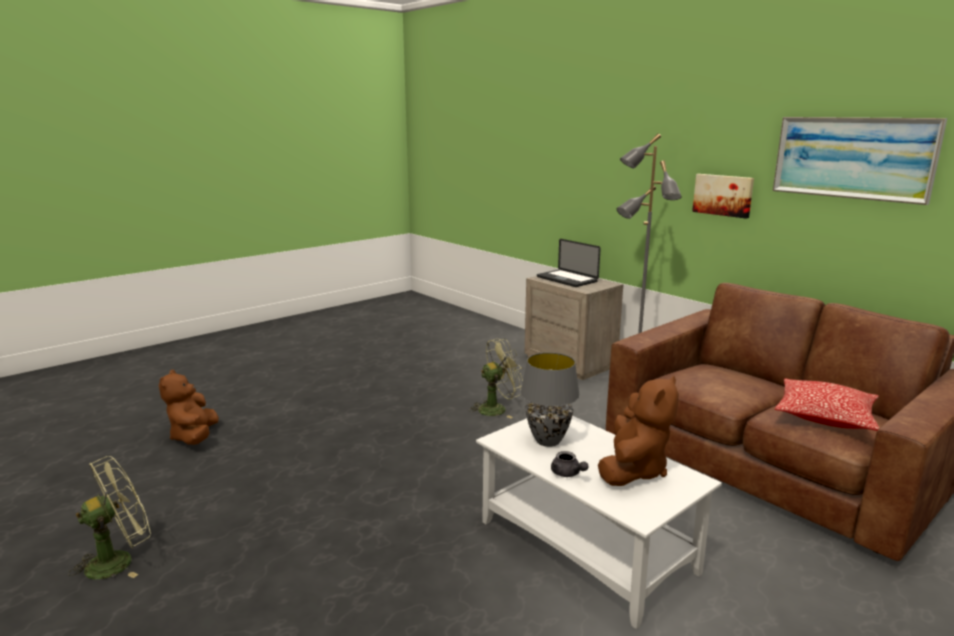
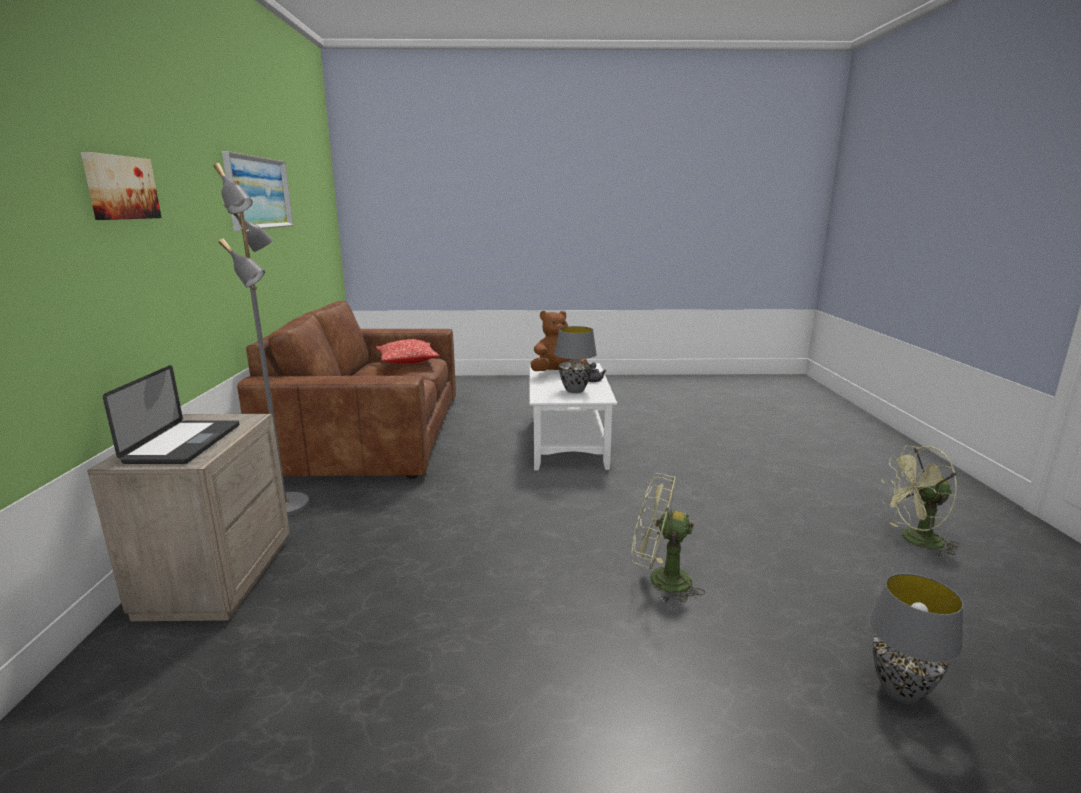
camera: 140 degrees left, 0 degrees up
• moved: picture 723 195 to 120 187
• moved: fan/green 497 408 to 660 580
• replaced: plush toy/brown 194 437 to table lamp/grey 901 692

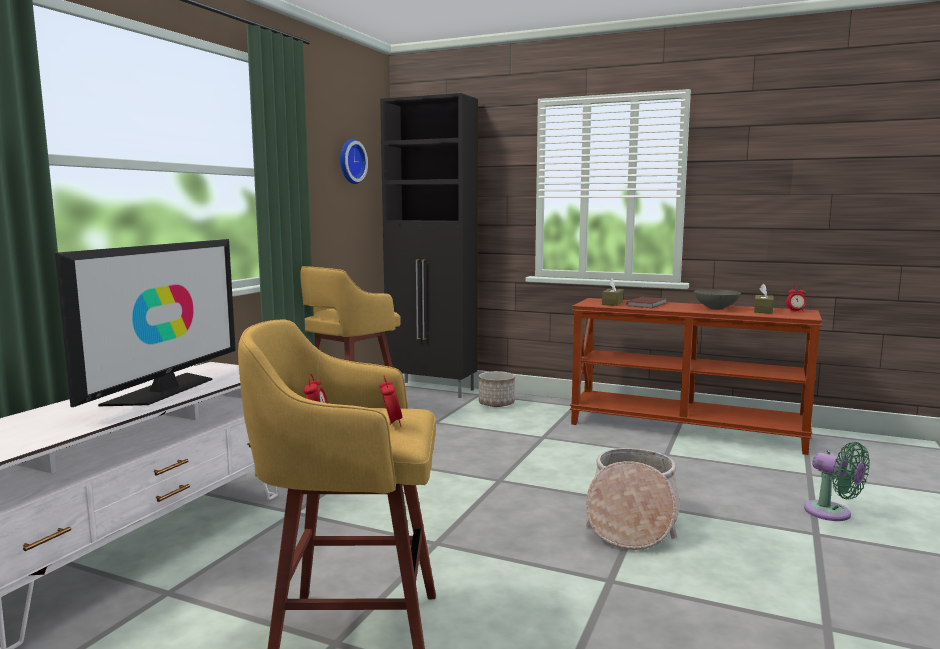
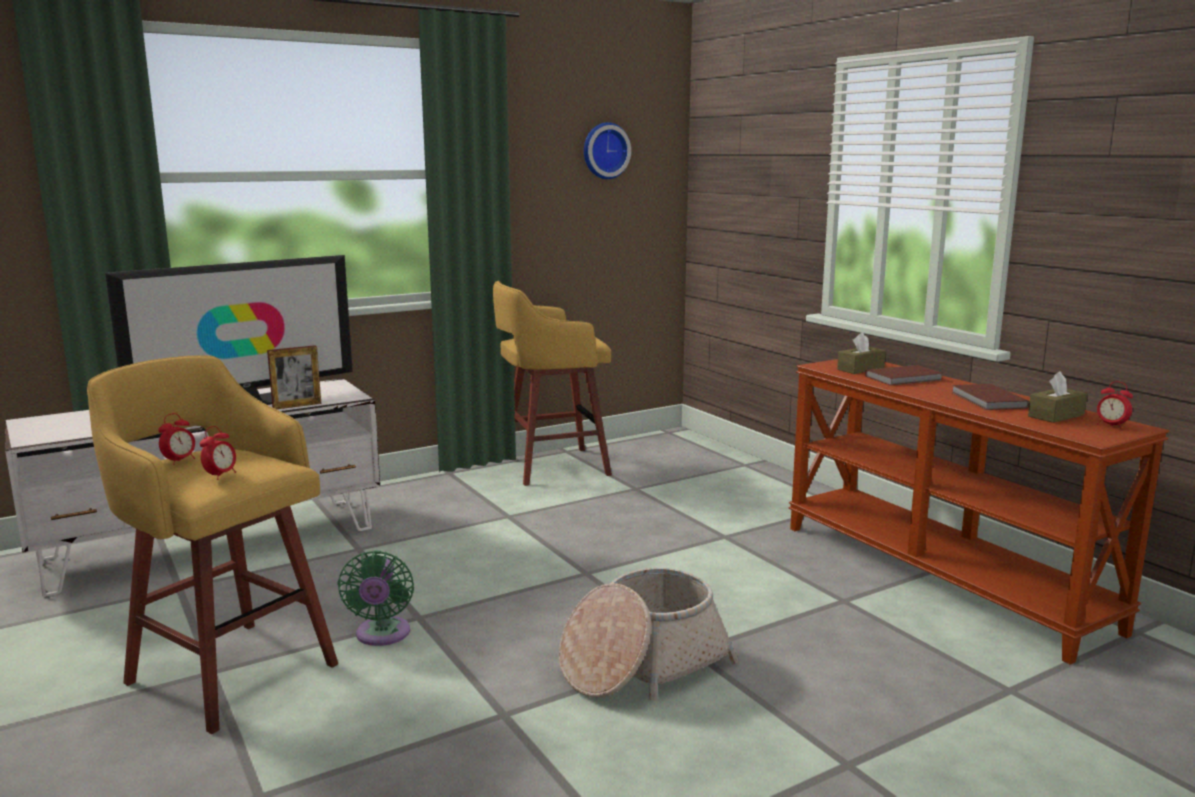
camera: 35 degrees right, 5 degrees up
• added: picture frame 297 406
• moved: fan/green 832 513 to 382 635
• replaced: bowl/grey 716 308 to book/brown 987 400
• removed: cabinet/black 432 390
• removed: planter 496 404

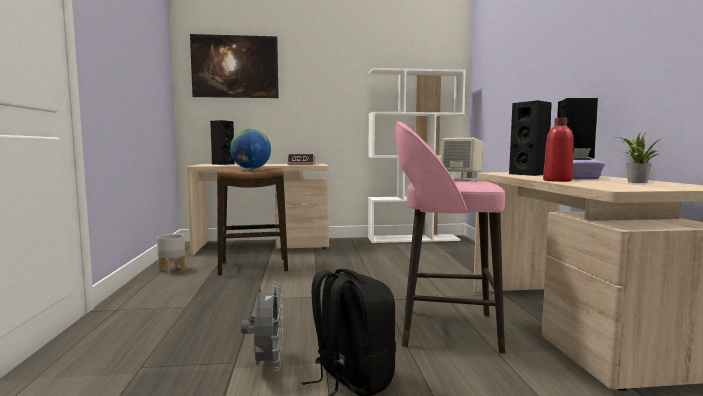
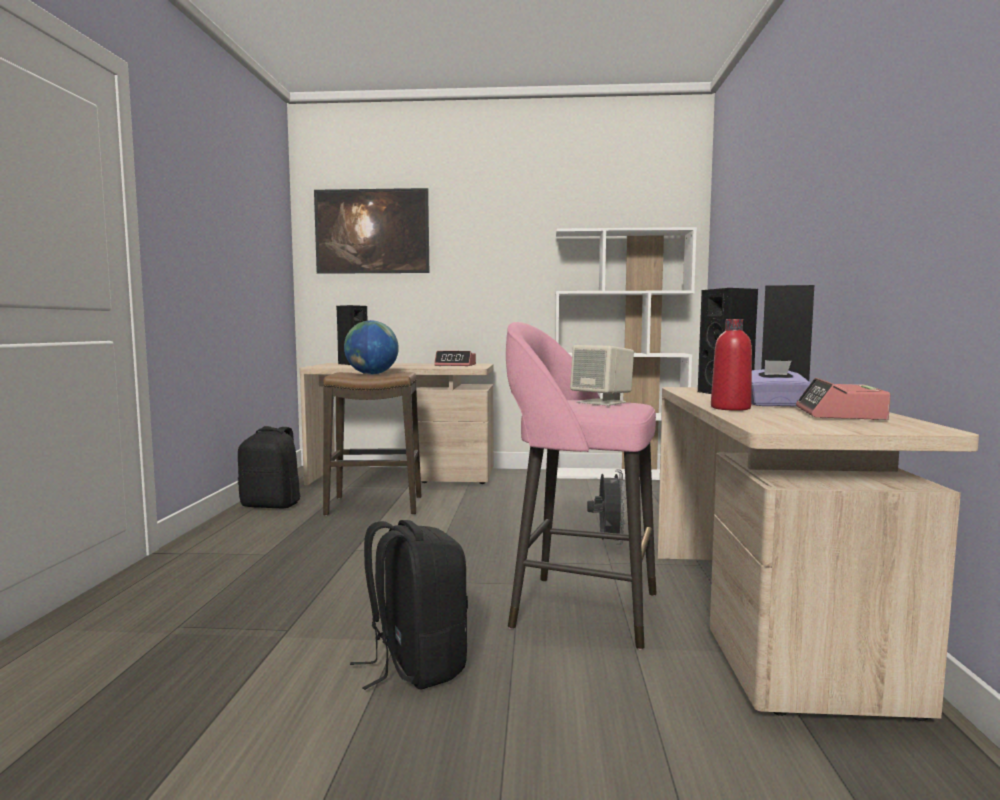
camera: 10 degrees right, 0 degrees up
• replaced: planter/grey 172 270 to backpack/black 272 505
• moved: fan/grey 267 365 to 608 542
• replaced: potted plant 634 182 to alarm clock 839 414

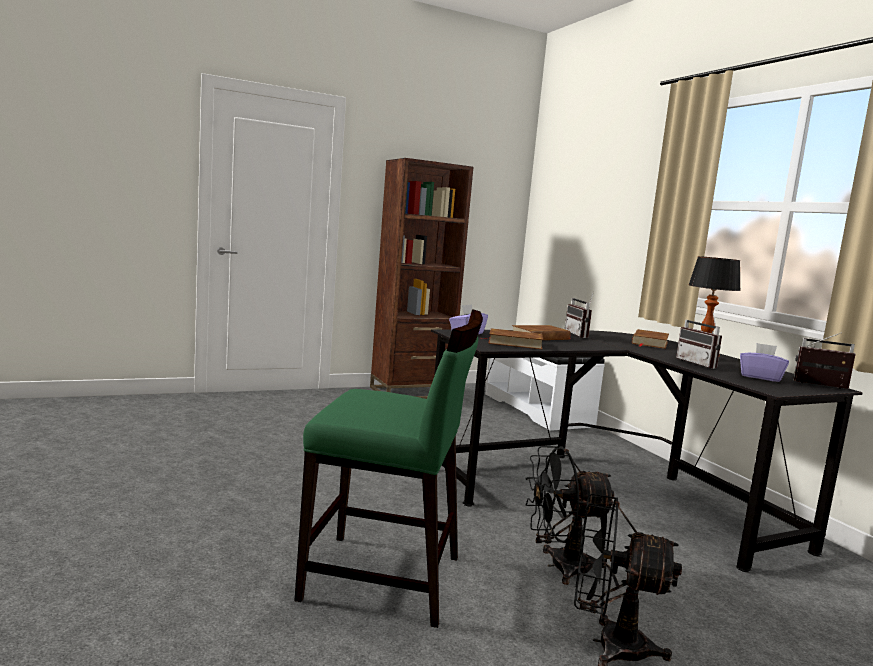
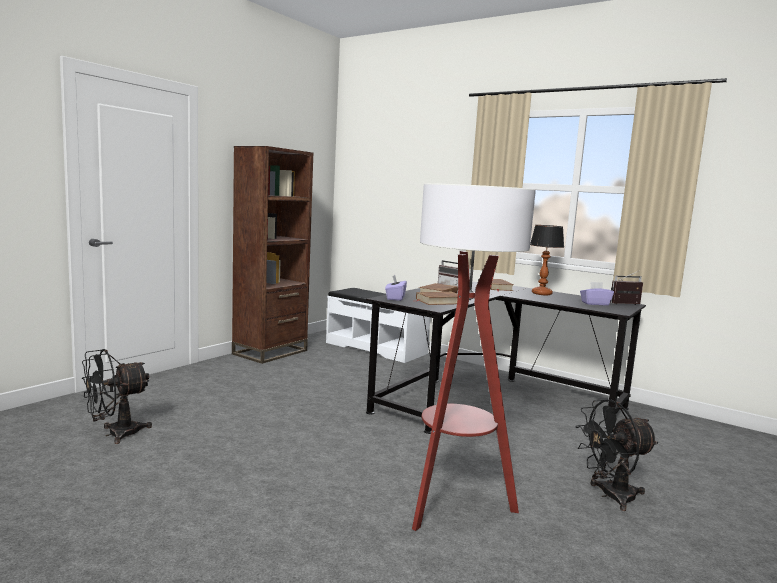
camera: 30 degrees left, 0 degrees up
• moved: fan/black 559 566 to 115 434
• replaced: chair/green 384 578 to floor lamp 452 502
• removed: radio 700 364

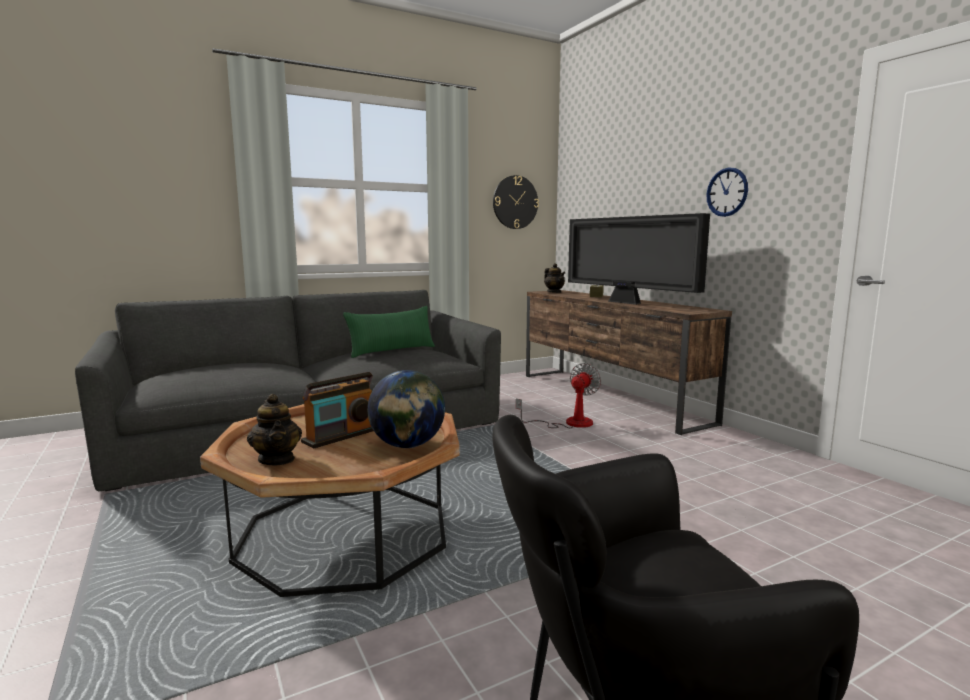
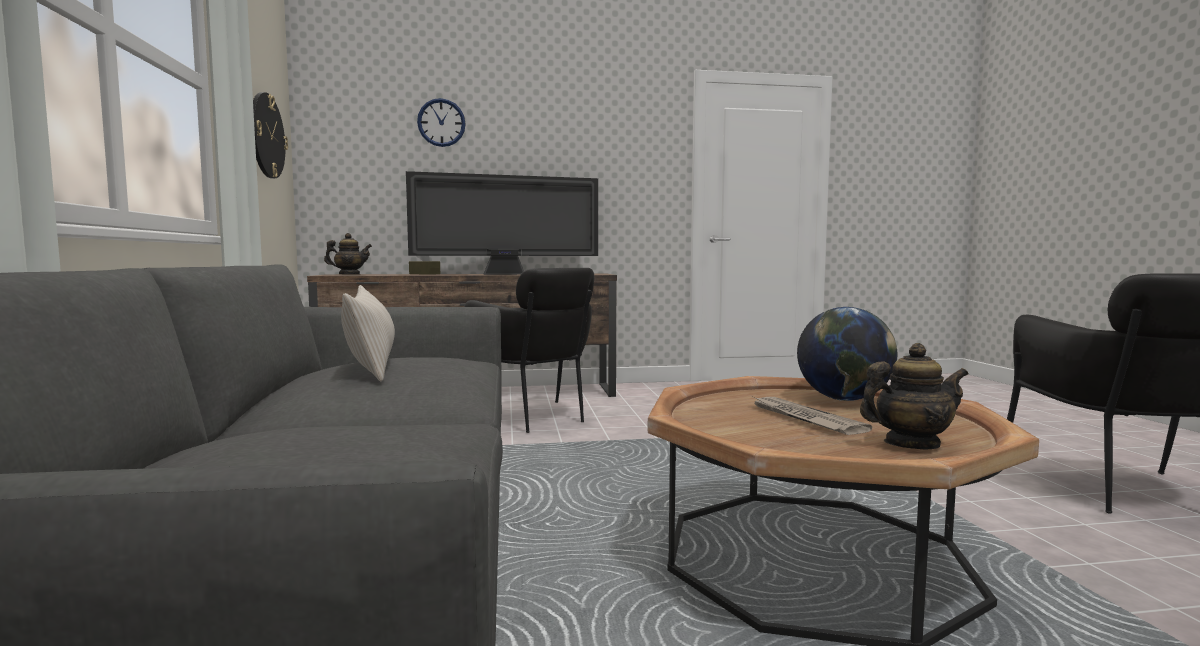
camera: 70 degrees left, 5 degrees down
• recoloured: pillow/green 392 351 to pillow/beige 371 366
• moved: wall clock 727 192 to 441 122
• replaced: fan 569 423 to armchair/black 535 419
• replaced: radio 341 436 to newspaper 804 418

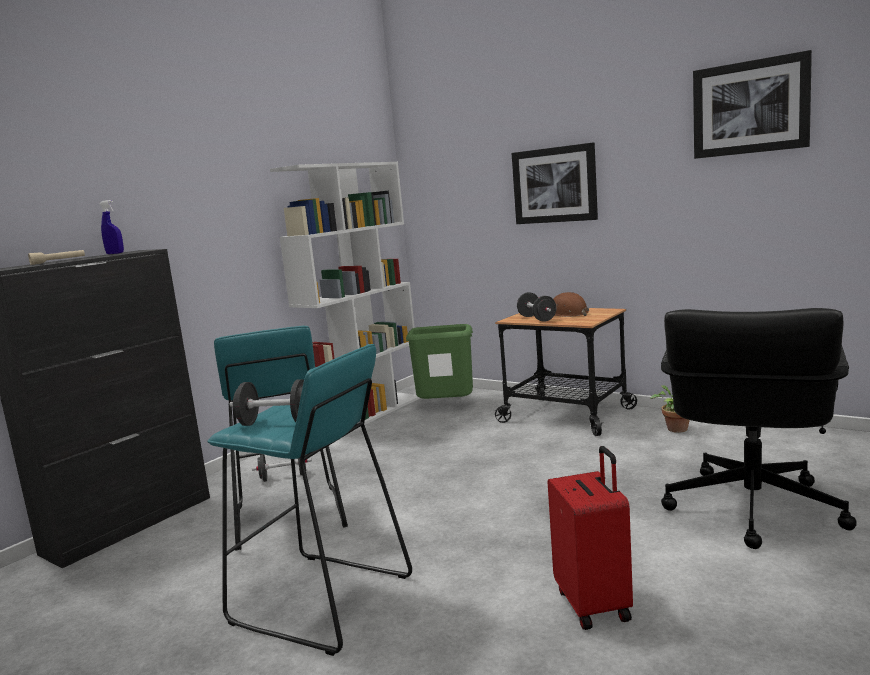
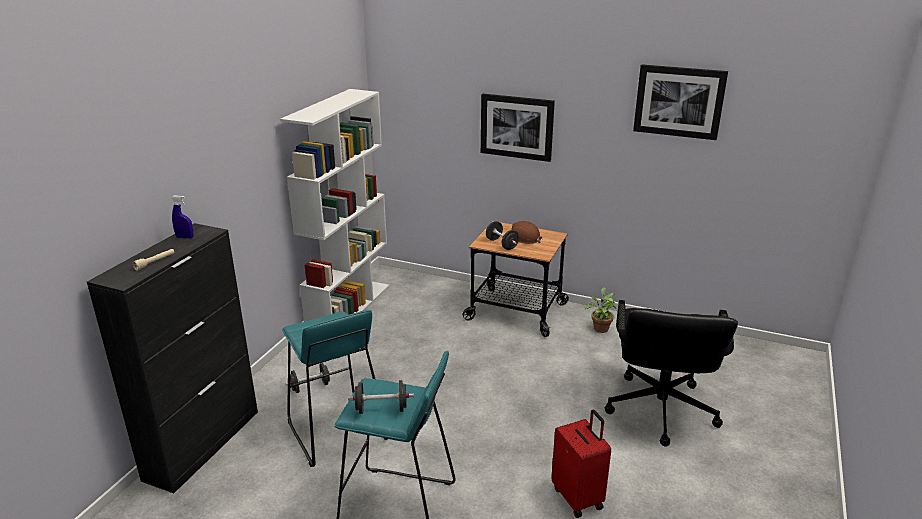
camera: 15 degrees left, 15 degrees up
• removed: trash can/green 446 408

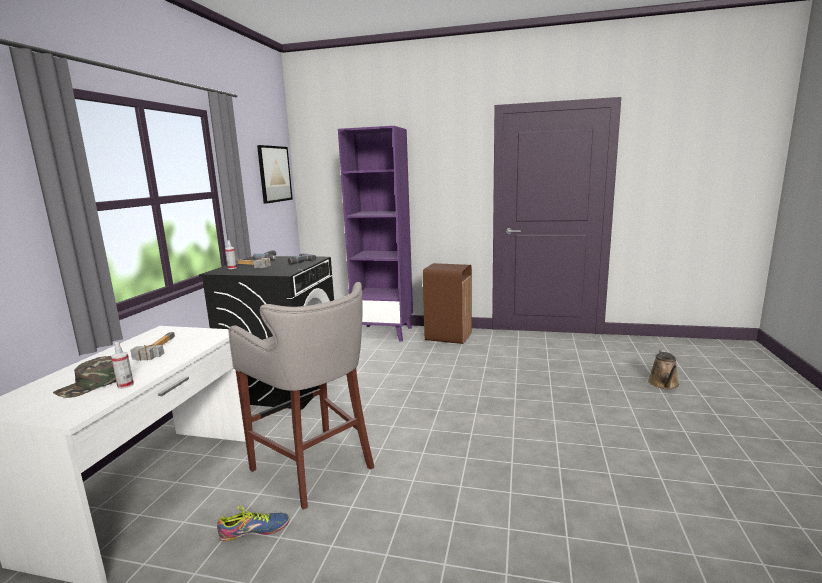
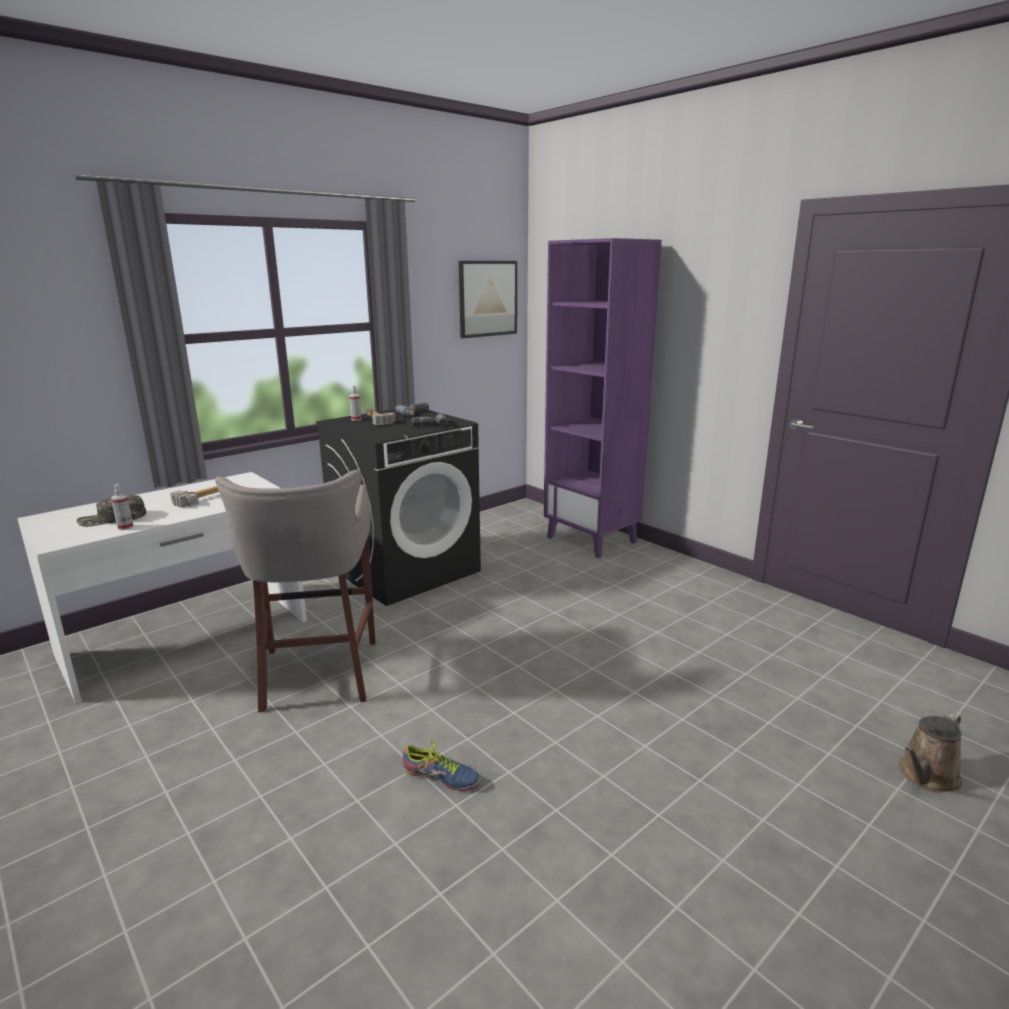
camera: 35 degrees right, 5 degrees up
• moved: shoe 254 530 to 441 776
• removed: trash can/brown 448 337

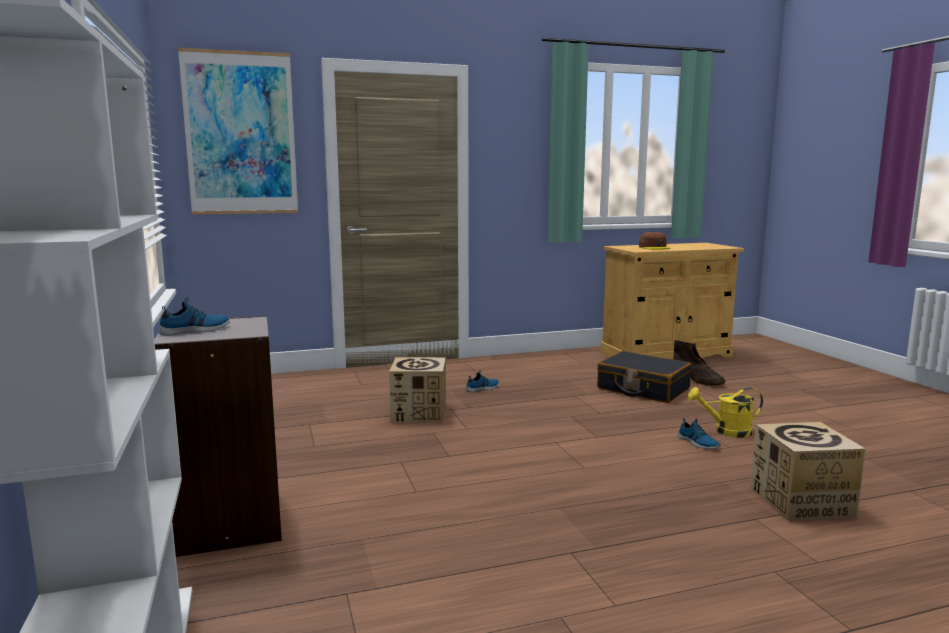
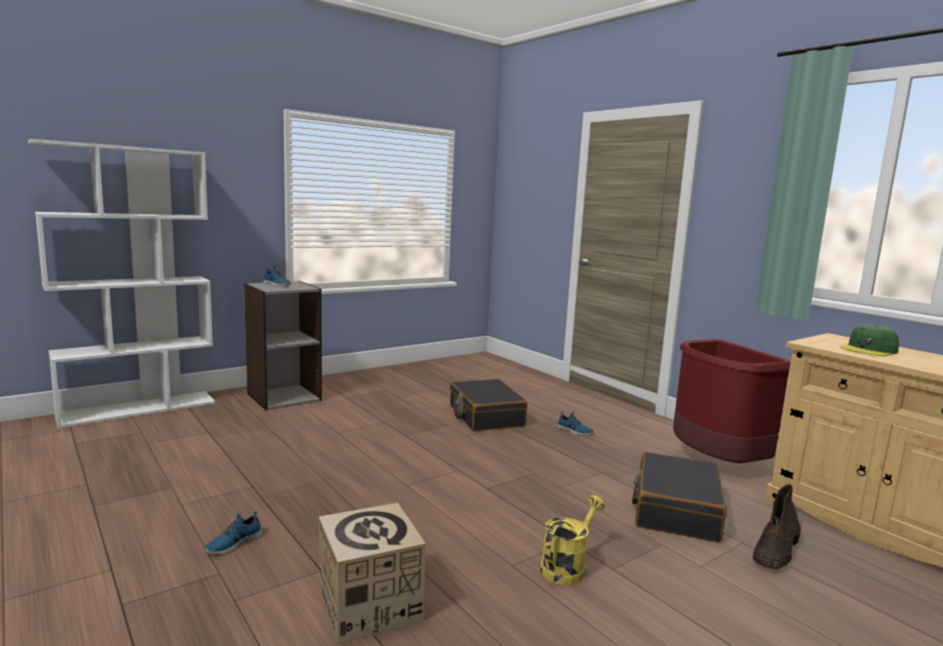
camera: 70 degrees right, 0 degrees up
• moved: shoe 697 443 to 233 543
• replaced: cardboard box 419 413 to suitcase/black 485 416
• turned: watering can/yellow 727 431 = 567 566 60 degrees clockwise
• added: trash can/red 715 462
• recoloured: cap/brown 654 247 to cap/green 869 350
• removed: picture 240 134

